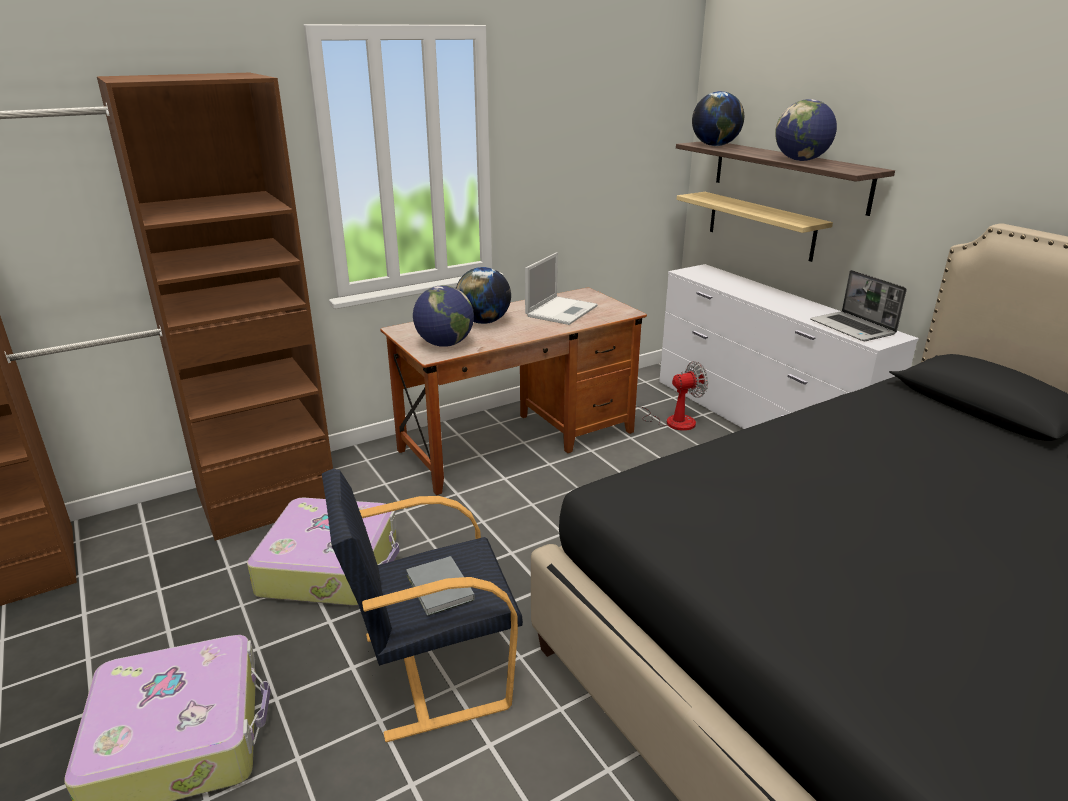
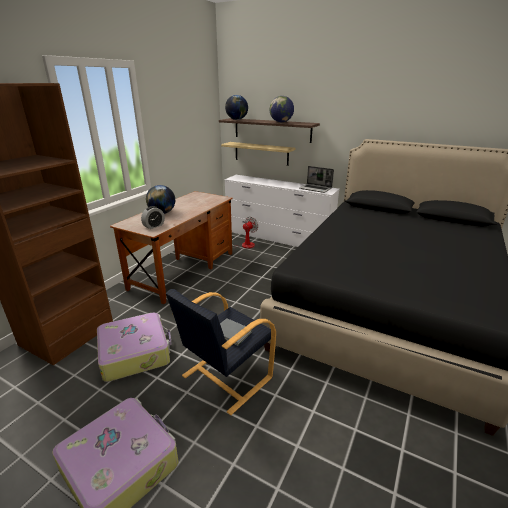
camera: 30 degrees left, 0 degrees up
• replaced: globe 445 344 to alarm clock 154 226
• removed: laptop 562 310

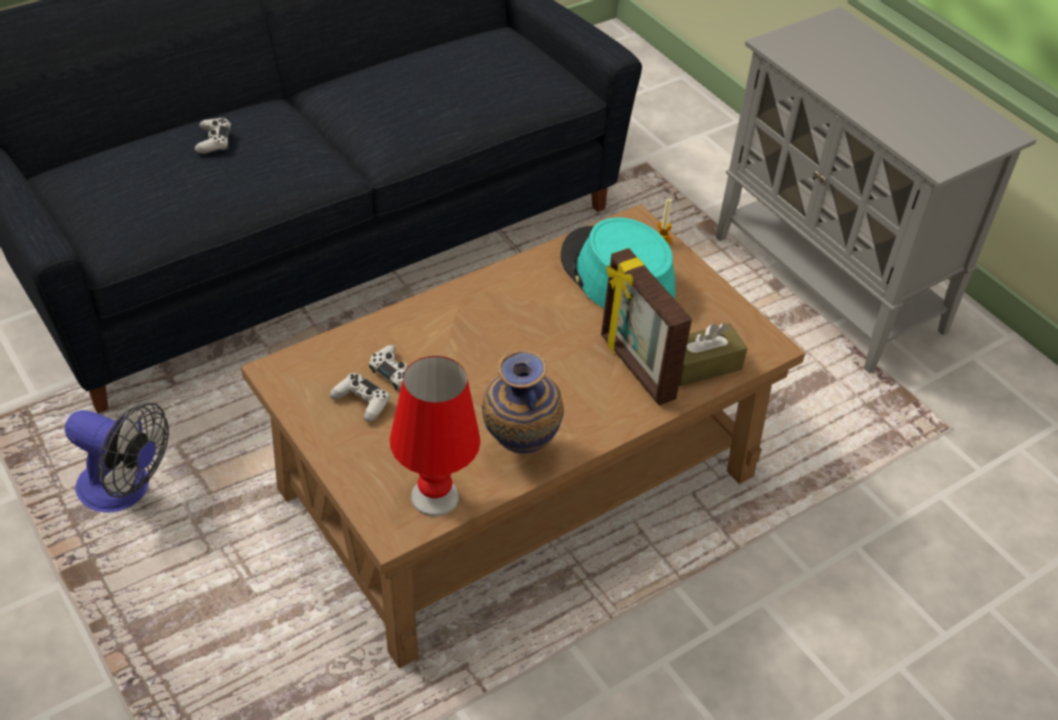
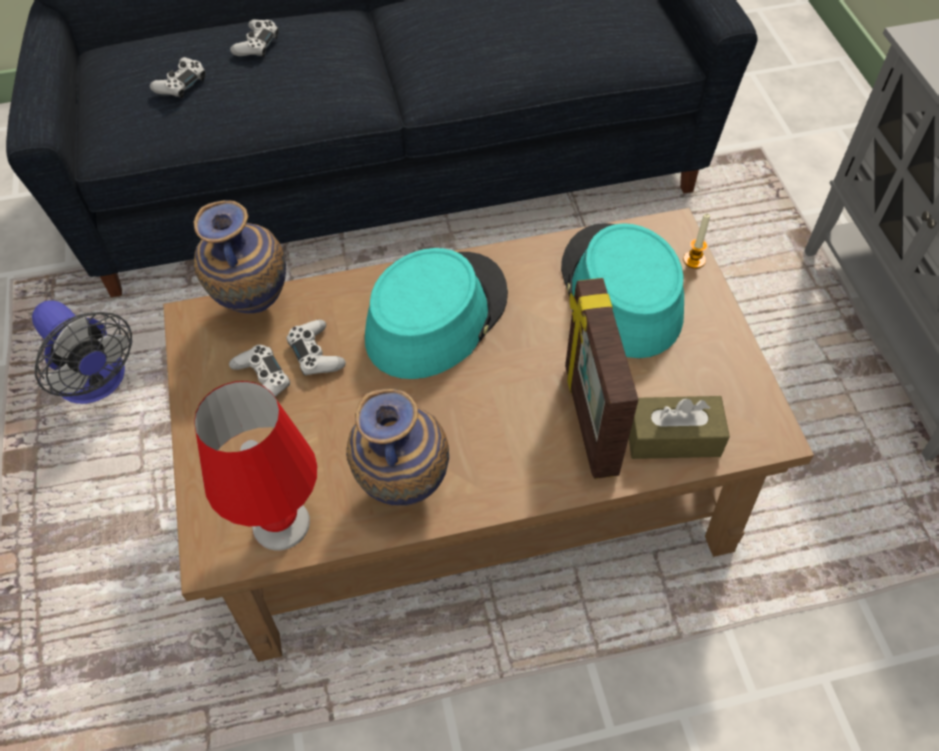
camera: 25 degrees right, 10 degrees up
• added: game controller/white 181 84
• added: vase 253 307
• added: hat/turquoise 436 315

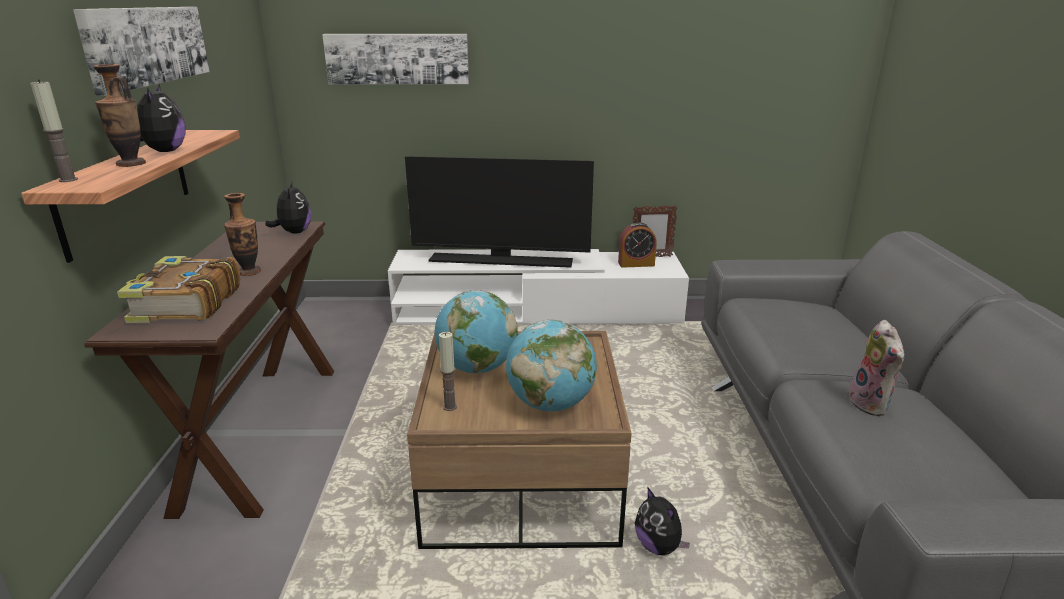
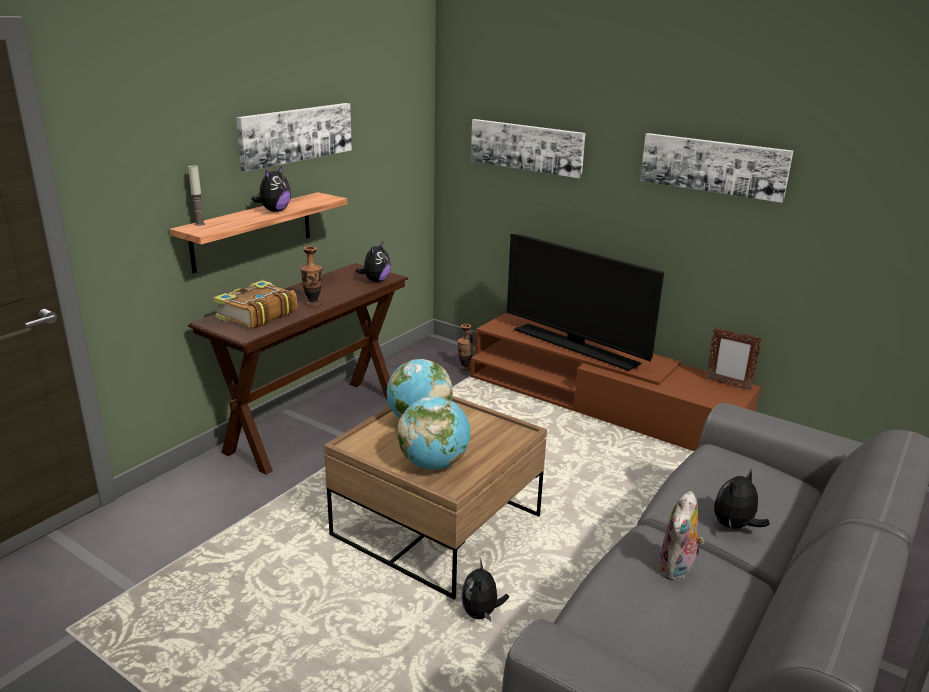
camera: 35 degrees right, 0 degrees up
• moved: vase 131 164 to 465 367
• recoloured: tv stand/white 536 311 to tv stand/brown 601 404
• added: picture 713 166
• added: plush toy 734 526
• removed: candle 450 407
• removed: alarm clock 636 264

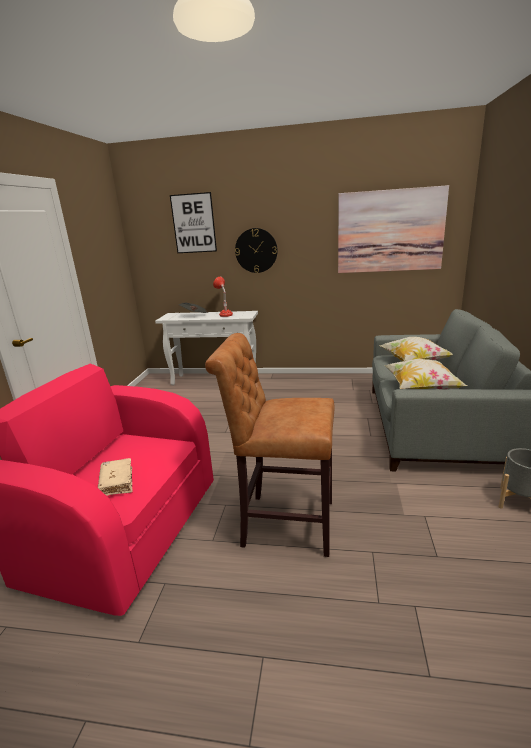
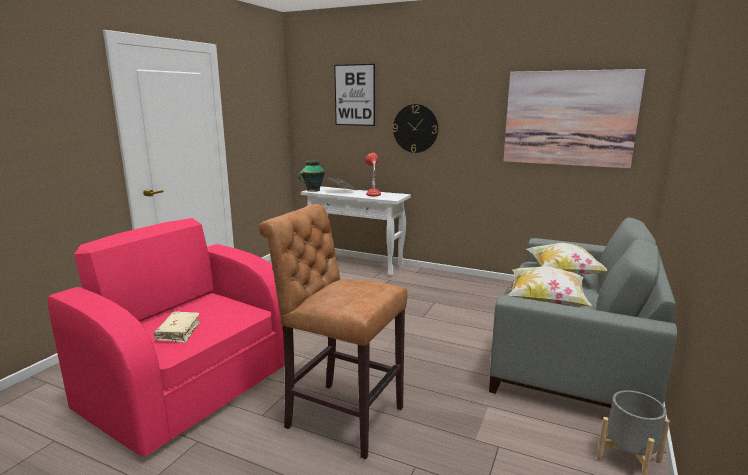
camera: 15 degrees right, 5 degrees down
• added: vase 312 190

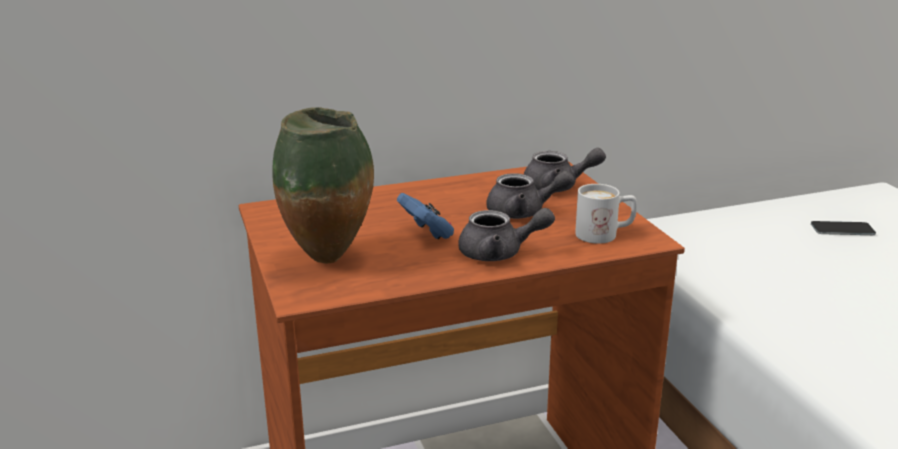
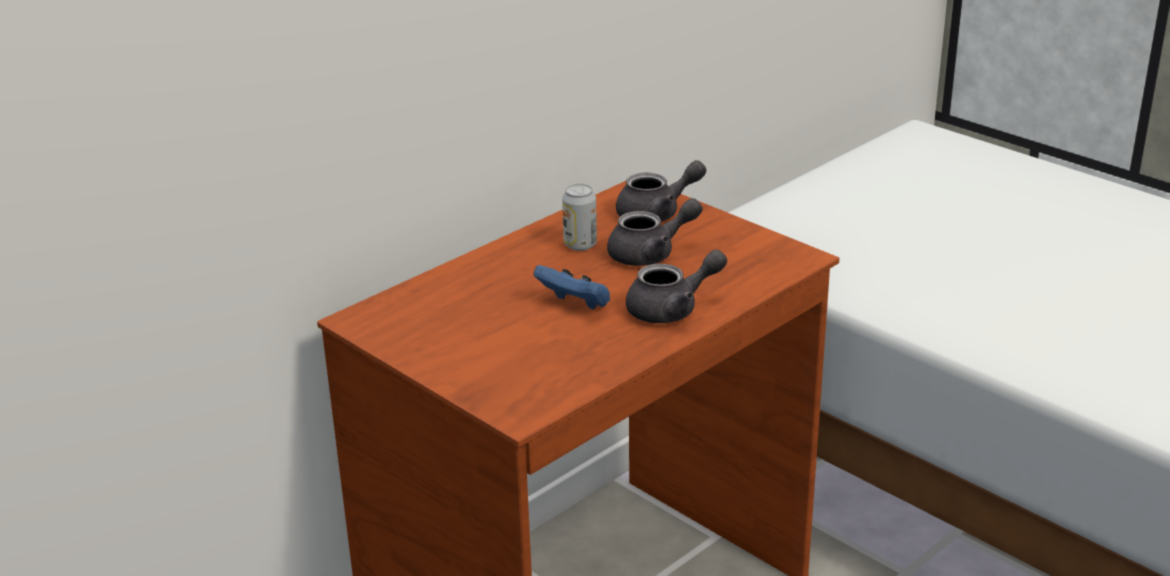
camera: 25 degrees left, 5 degrees up
• added: can 580 245
• removed: vase 330 260
• removed: mug/white 605 234
• removed: phone 842 229

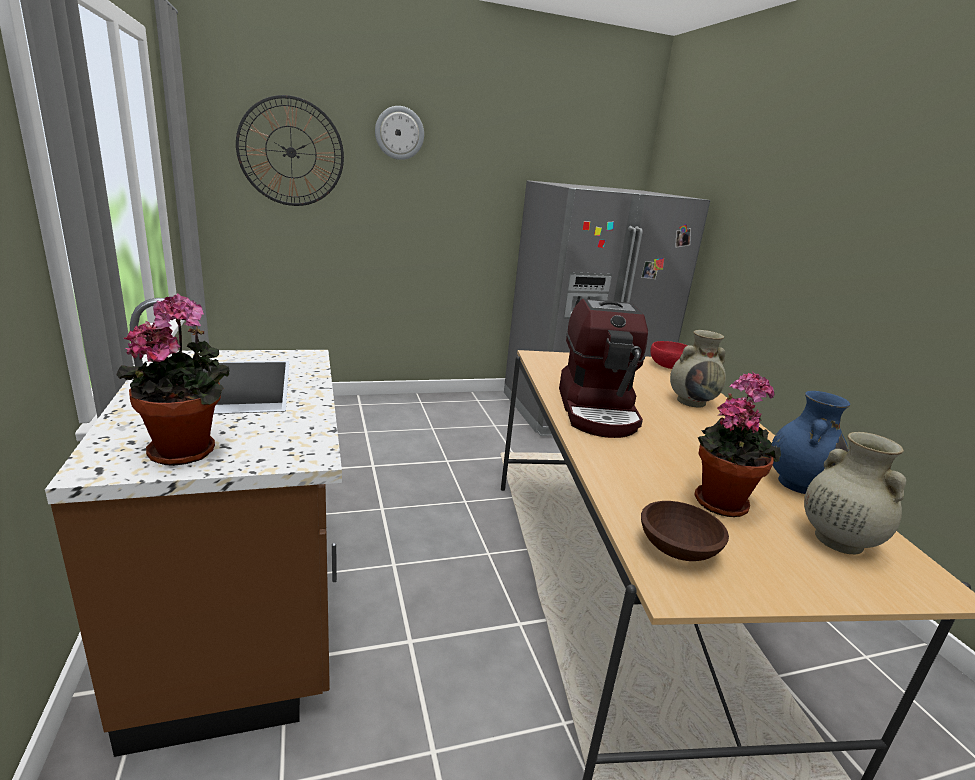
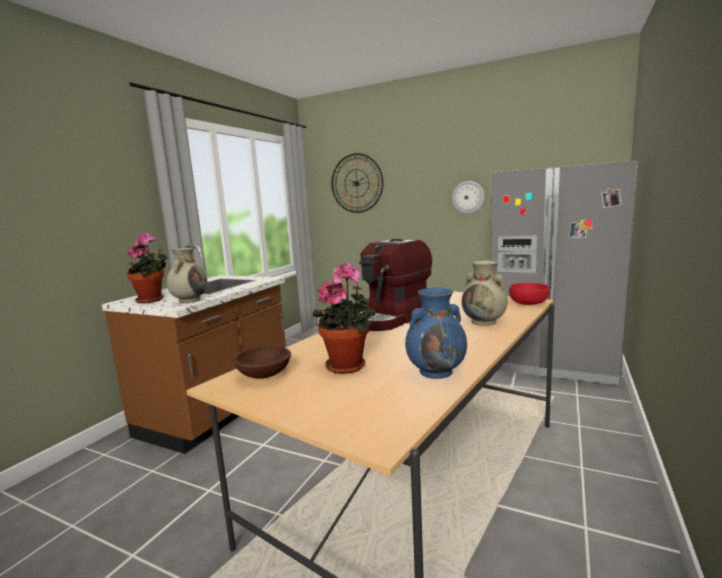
camera: 45 degrees right, 10 degrees down
• moved: vase/beige 836 540 to 190 300
• moved: wall clock 399 133 to 468 197

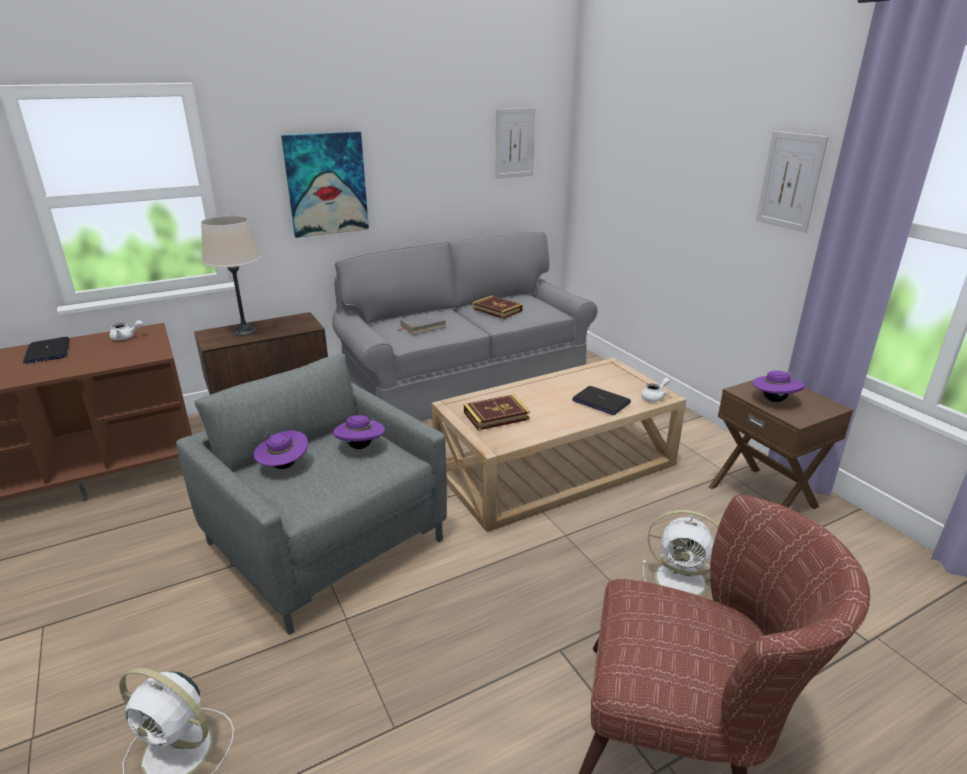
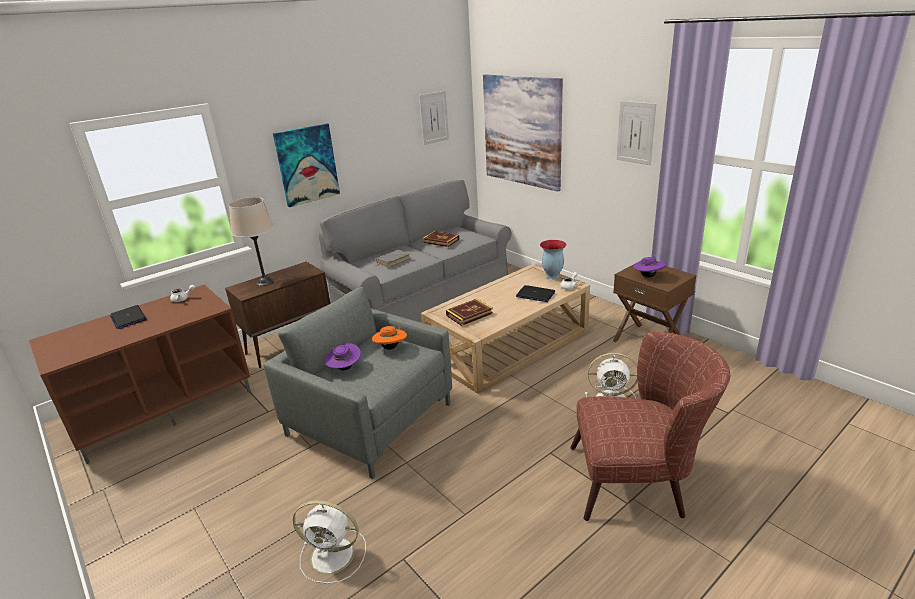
camera: 10 degrees left, 0 degrees up
• recoloured: hat/purple 361 447 to hat/orange 391 348
• added: picture 522 131
• added: vase 552 276

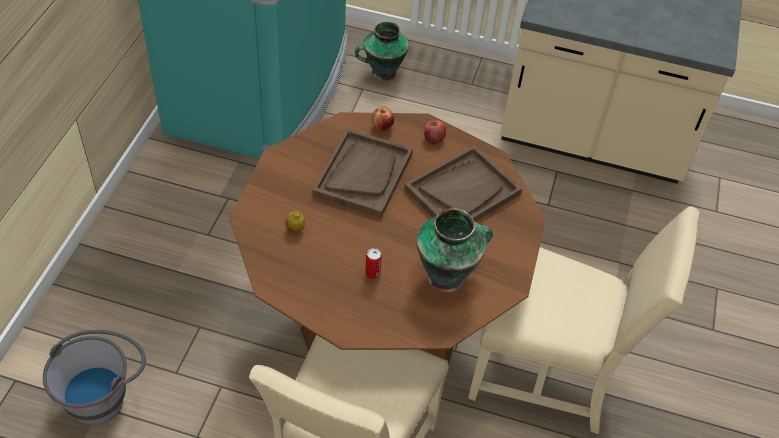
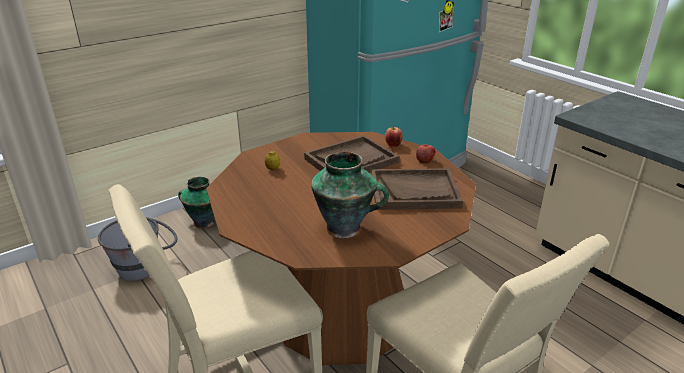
camera: 40 degrees right, 20 degrees down
• moved: vase 382 73 to 203 222
• removed: can 372 273

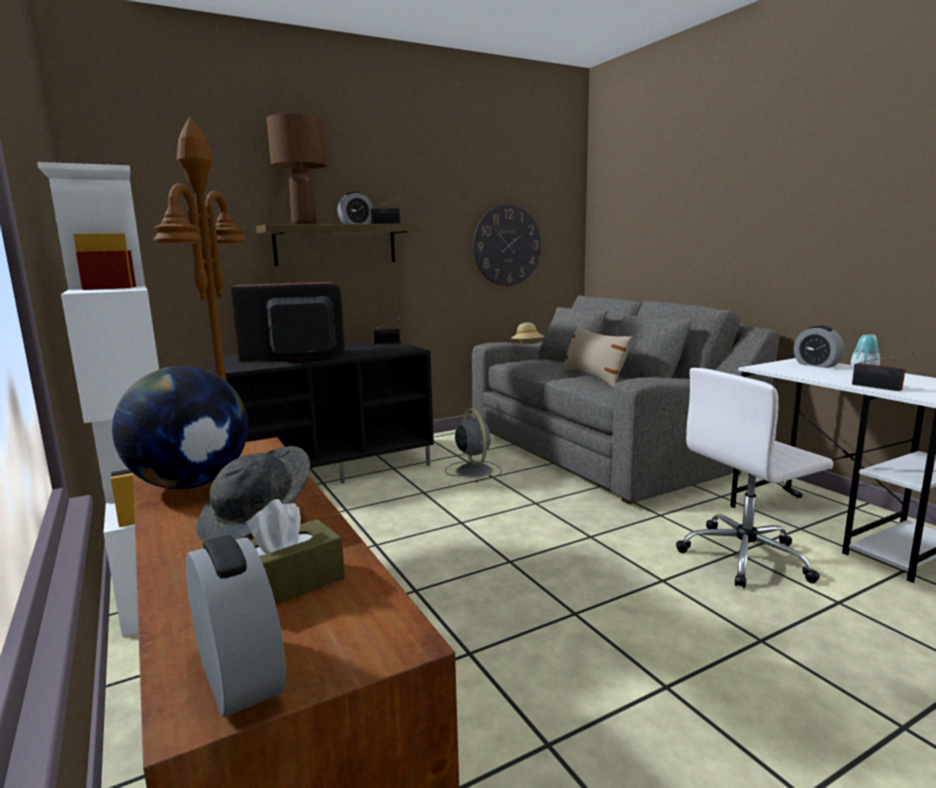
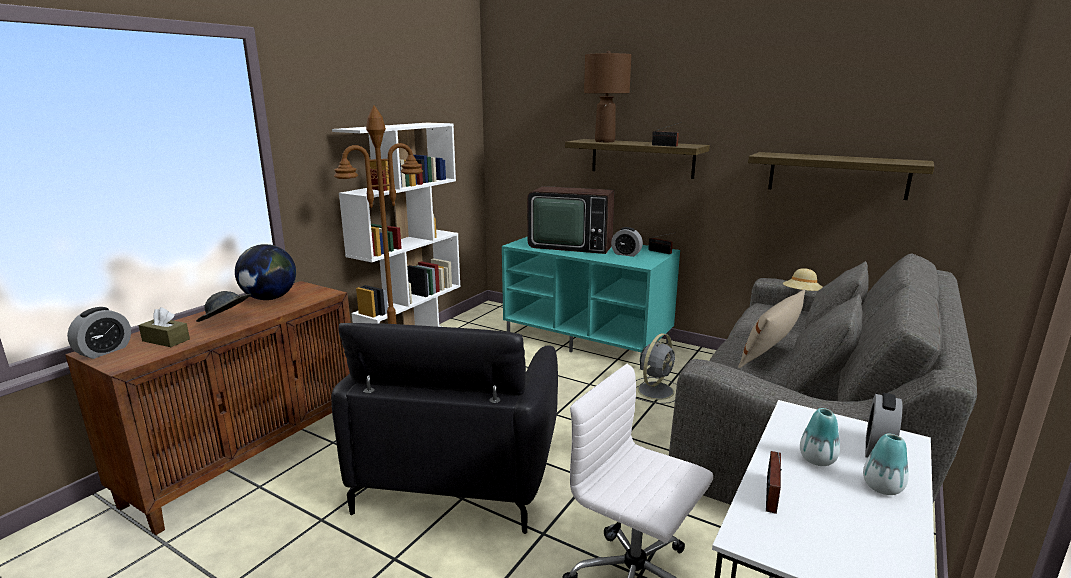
camera: 60 degrees right, 5 degrees up
• added: armchair/black 458 472
• recoloured: tv stand/black 331 468 to tv stand/turquoise 588 339
• turned: television 295 356 = 570 245 150 degrees clockwise
• moved: alarm clock 356 224 to 626 254
• replaced: wall clock 507 245 to shelf 837 175
• added: vase 817 460

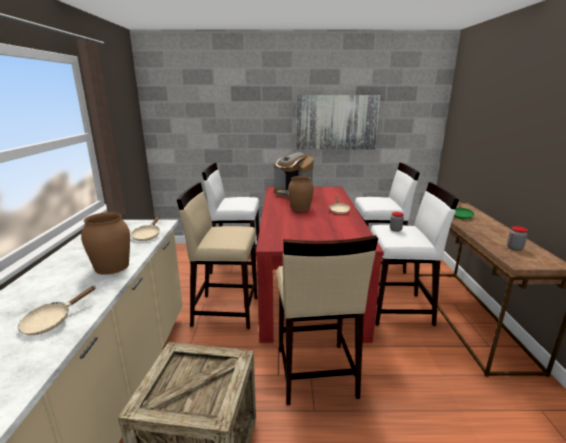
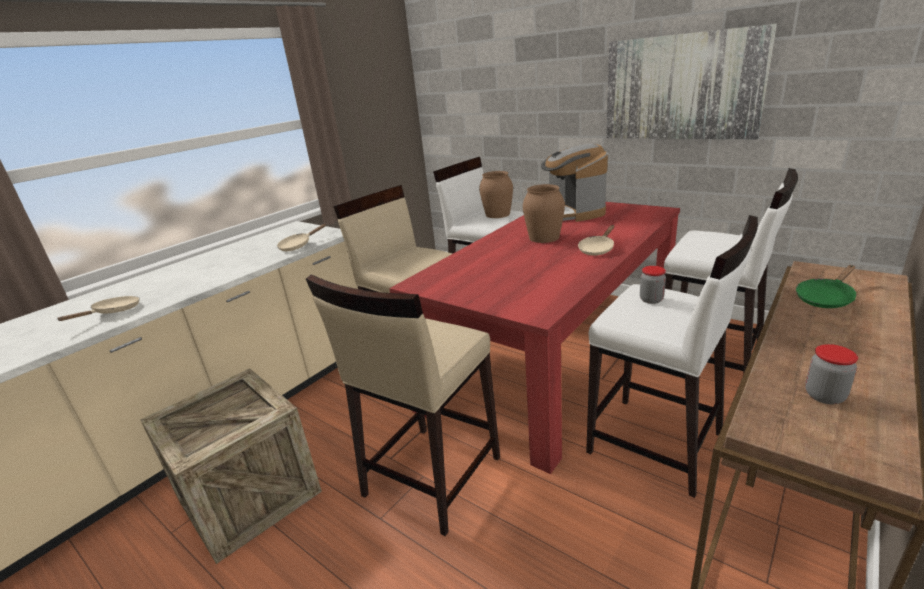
camera: 40 degrees right, 5 degrees up
• turned: frying pan/beige 52 321 = 113 312 135 degrees clockwise
• moved: vase/brown 112 266 to 498 214

